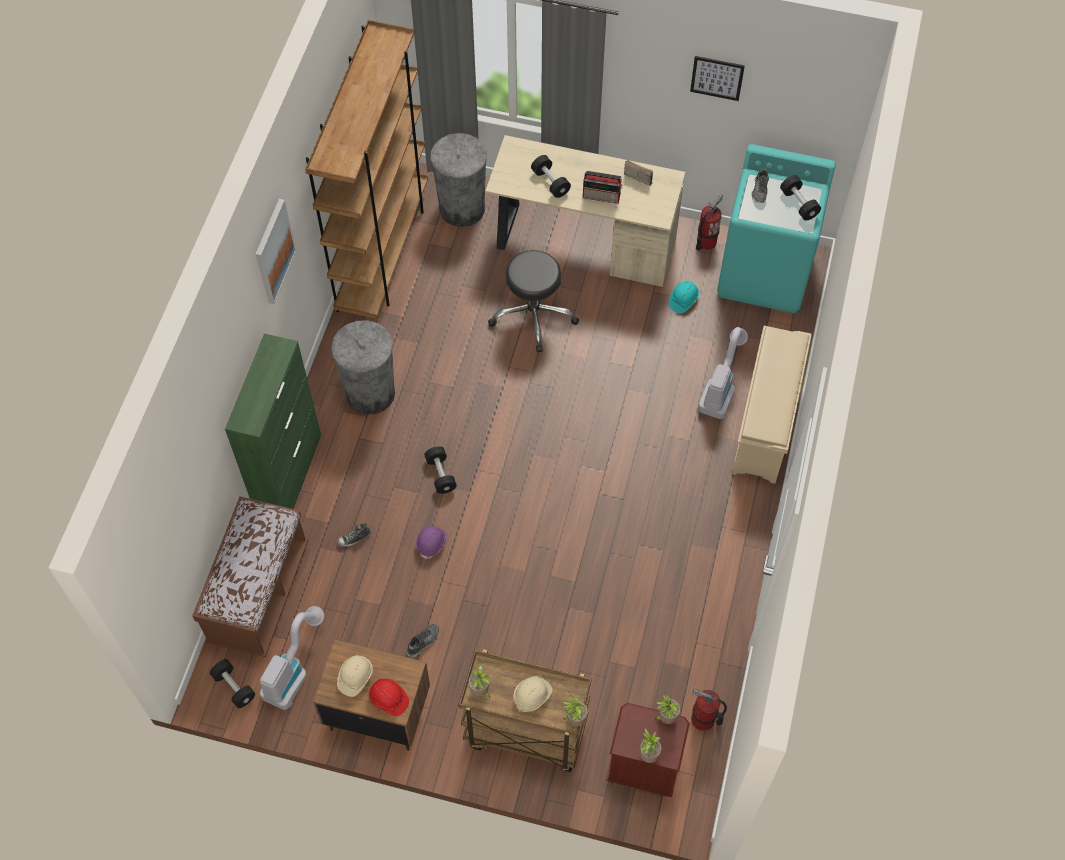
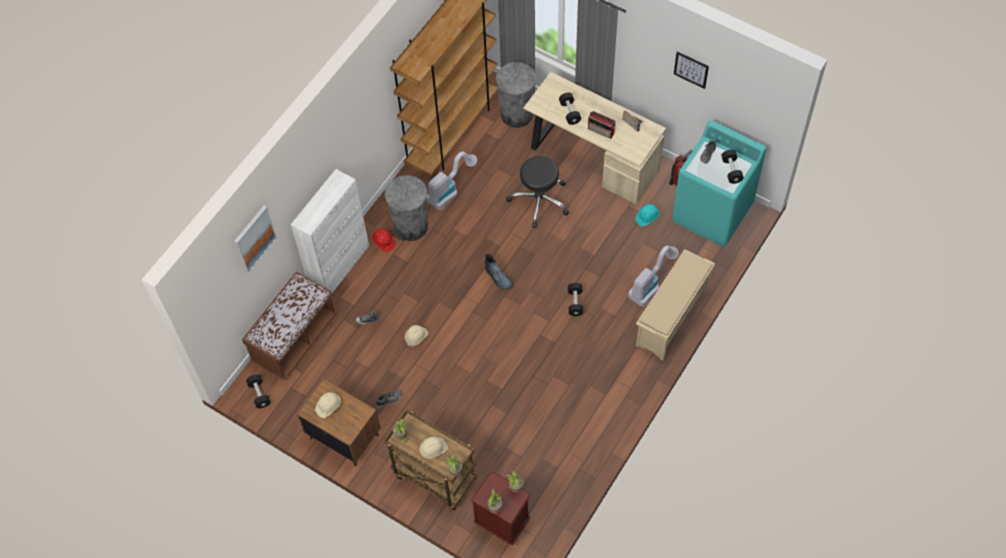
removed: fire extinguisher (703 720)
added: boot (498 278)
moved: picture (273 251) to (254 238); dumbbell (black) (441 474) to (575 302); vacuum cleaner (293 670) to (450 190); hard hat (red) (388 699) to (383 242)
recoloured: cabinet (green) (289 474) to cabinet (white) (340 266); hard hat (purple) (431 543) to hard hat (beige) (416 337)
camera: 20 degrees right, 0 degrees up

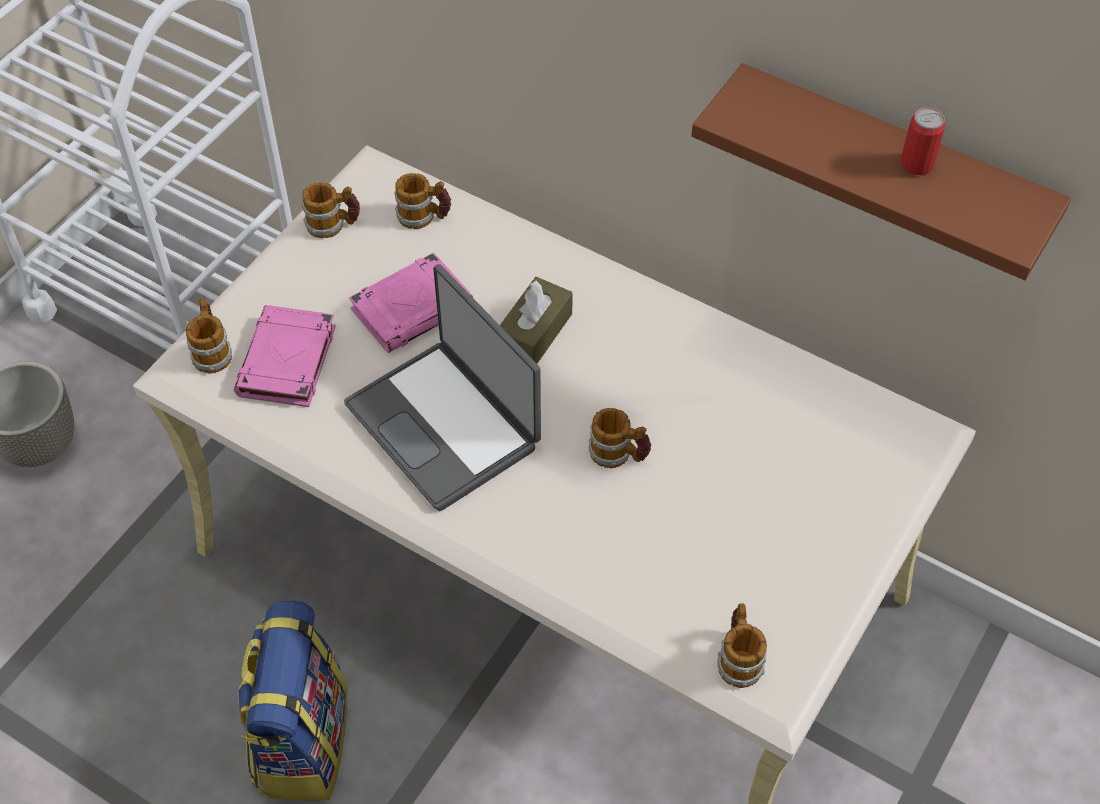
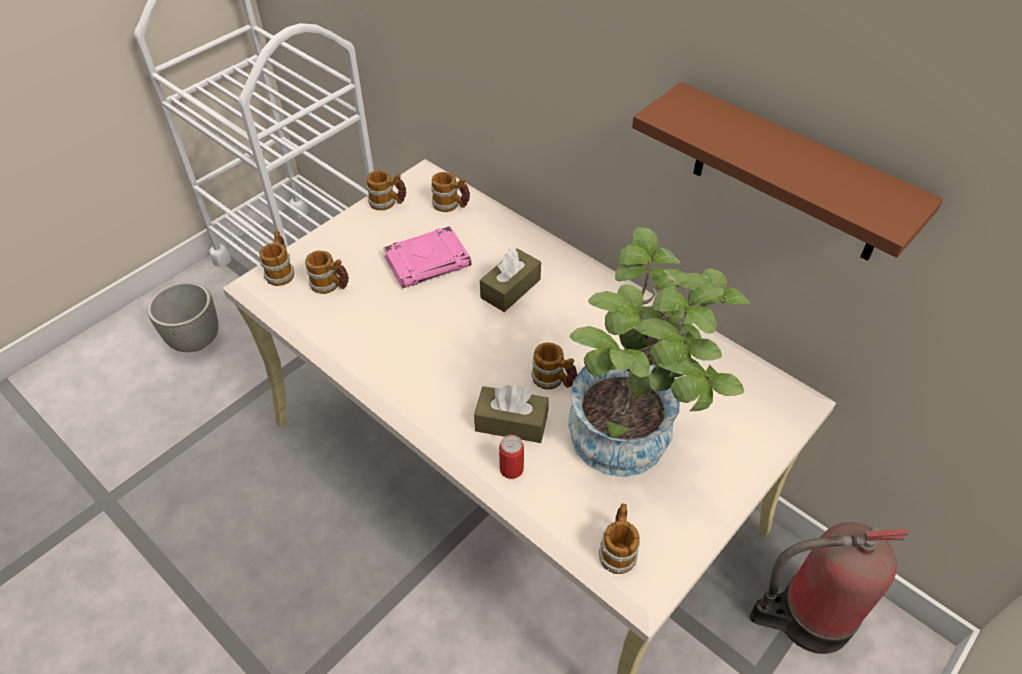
removed: laptop (445 424); backpack (301 740)
added: potted plant (632 443); tissue box (brown) (511 423); fire extinguisher (807 617)
moved: can (916 164) to (511 469)
replaced: book (pink) (287 362) to mug (330 285)
camera: 10 degrees right, 5 degrees down

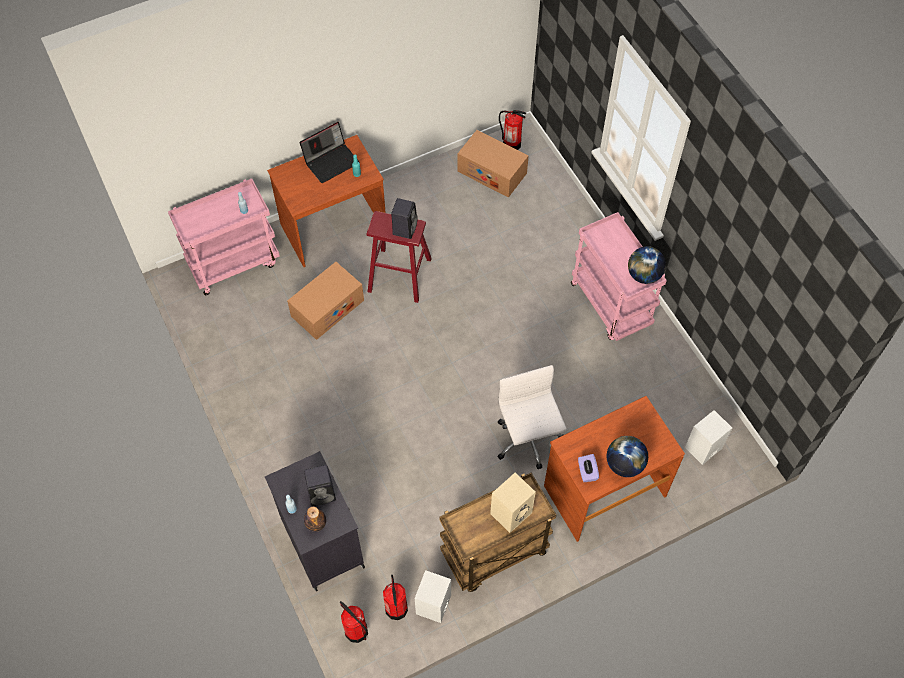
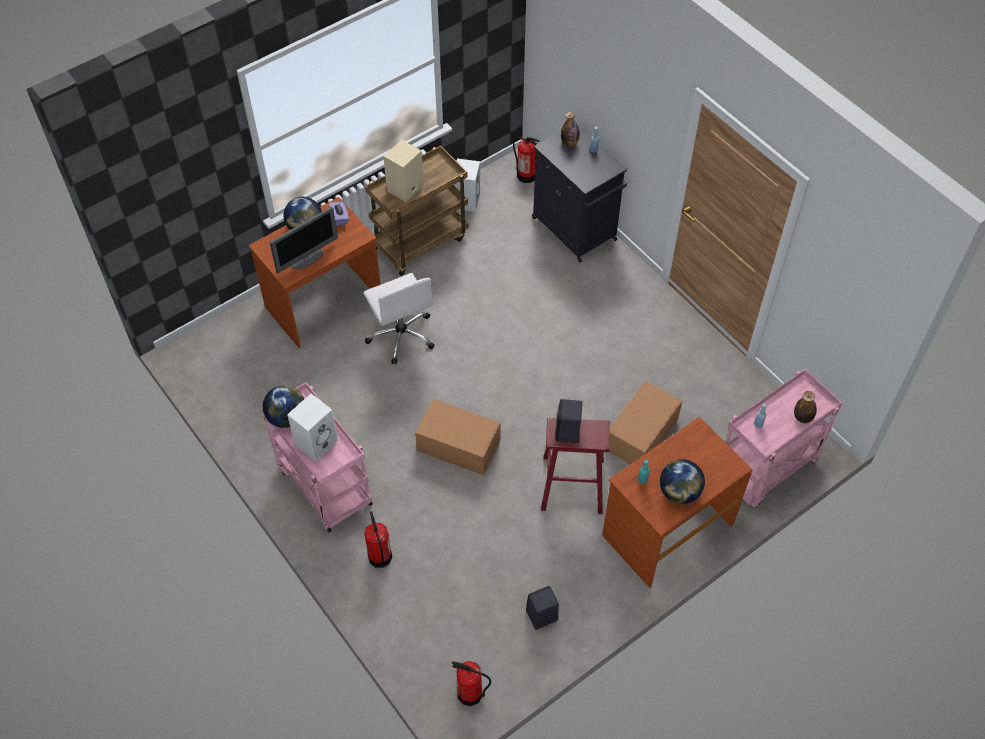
added: monitor (307 258); bottle (802 417)
moved: cardboard box (492 172) to (458 445); speaker (white) (703 449) to (316 441); speaker (black) (322 493) to (541 616); fire extinguisher (396 608) to (380 557)
replaced: laptop (331 161) to globe (679 492)
camera: 170 degrees right, 5 degrees down

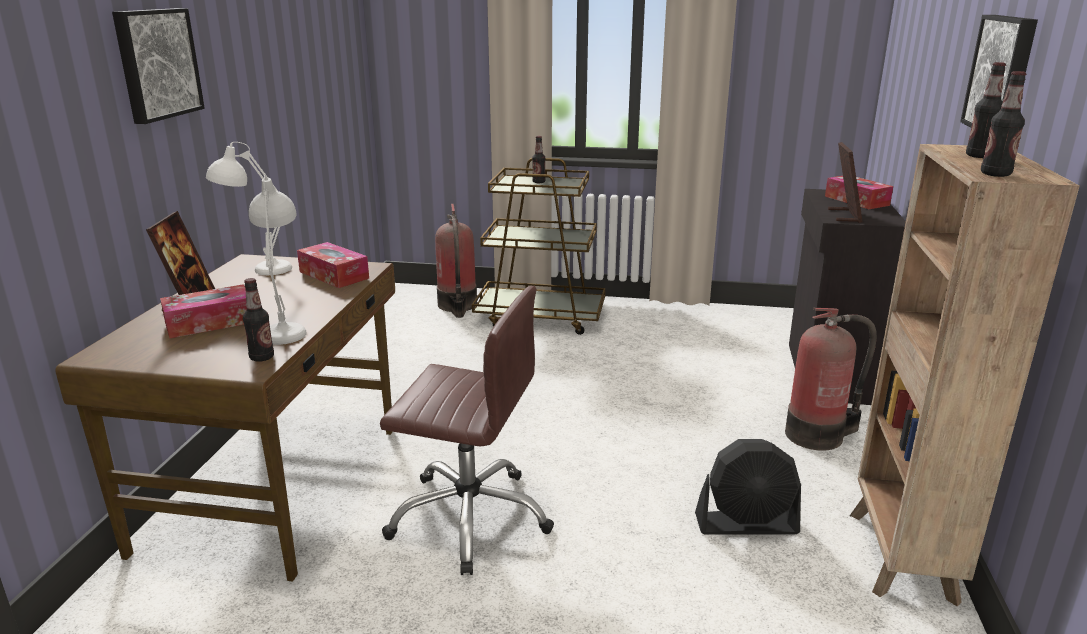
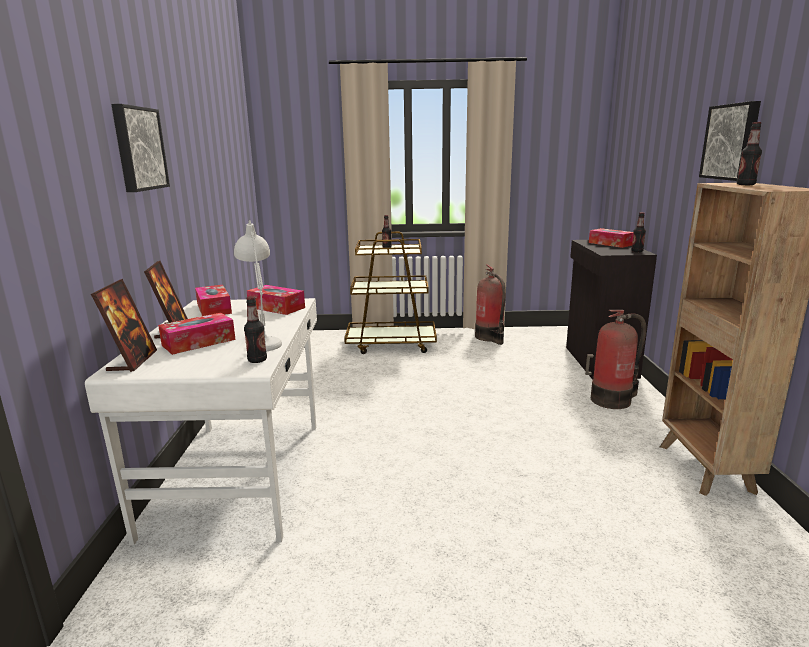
removed: office chair (brown) (470 517); fan (black) (746 524)
moved: bottle (995 174) to (637 251); picture frame (844 215) to (132 361); fire extinguisher (457 306) to (490 337)
replaced: table lamp (white) (257 270) to tissue box (214 308)
recoloured: desk (brown) (278 486) to desk (white) (241 475)
camera: 10 degrees left, 5 degrees down

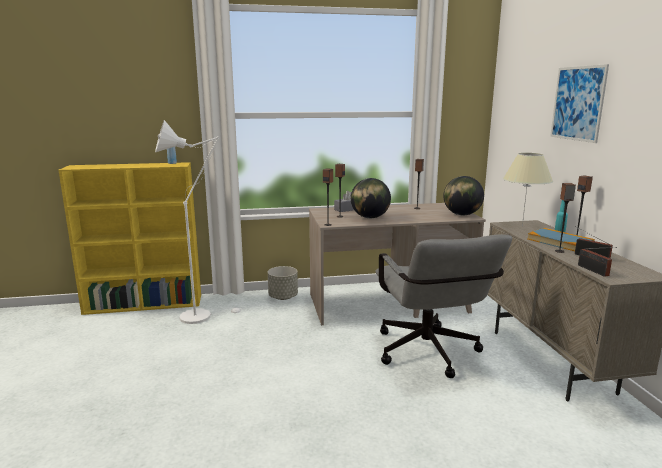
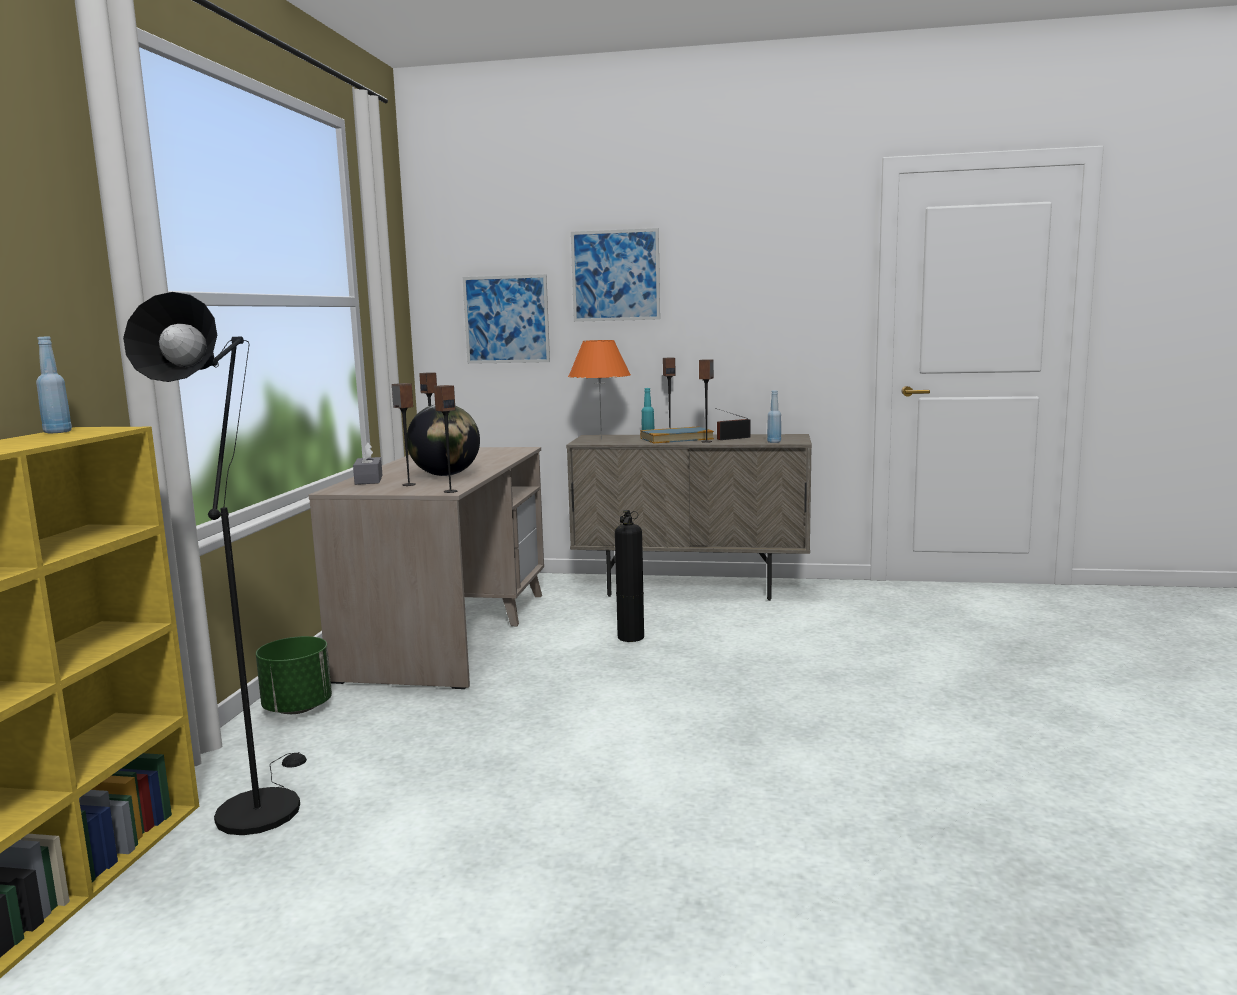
removed: globe (462 214)
added: picture (506 319)
replaced: office chair (grey) (430 355) to fire extinguisher (631 637); radio (594 271) to bottle (blue) (774 442)
recoloured: floor lamp (white) (201 315) to floor lamp (black) (261 804); table lamp (beige) (522 226) to table lamp (orange) (601 439); planter (grey) (283 297) to planter (green) (297 708)
camera: 70 degrees left, 5 degrees down

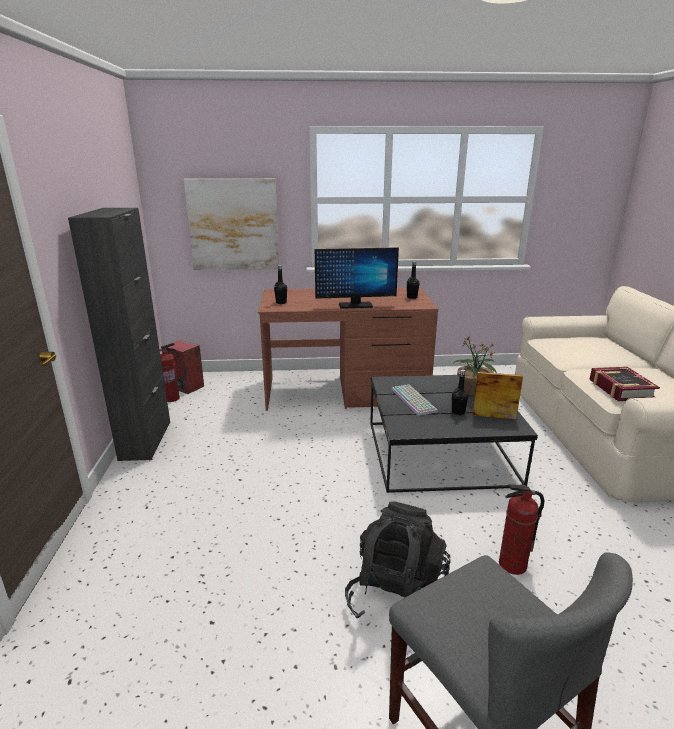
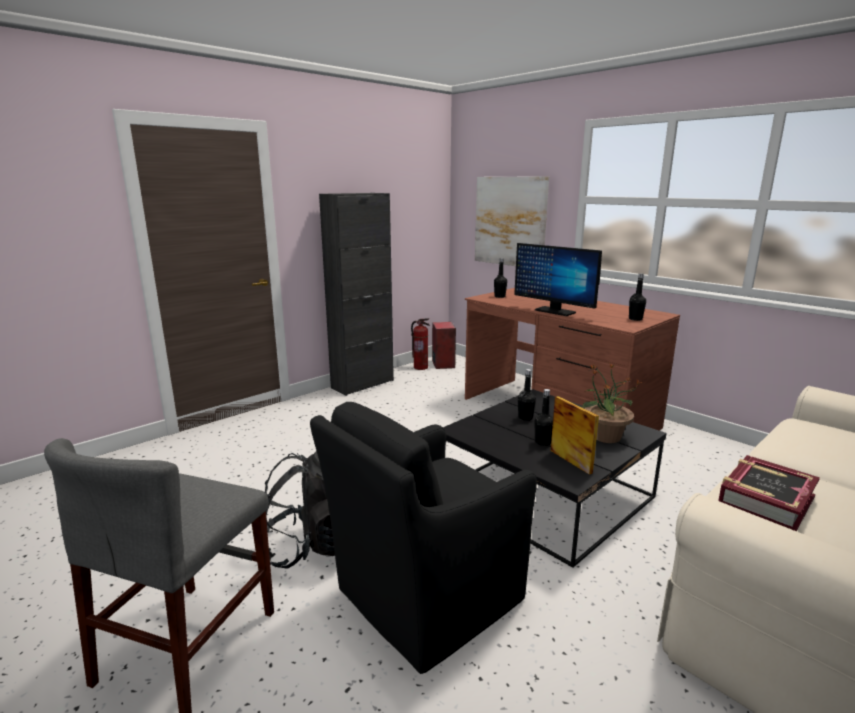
replaced: keyboard (414 400) to bottle (black) (525 418); fire extinguisher (512 565) to armchair (black) (425 598)
camera: 50 degrees right, 5 degrees down

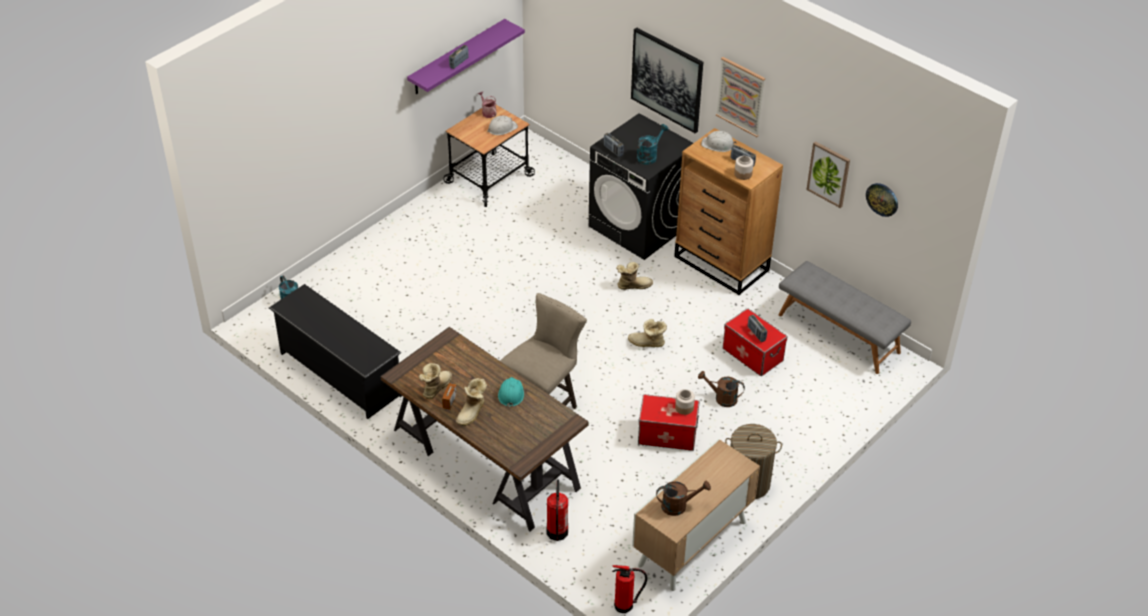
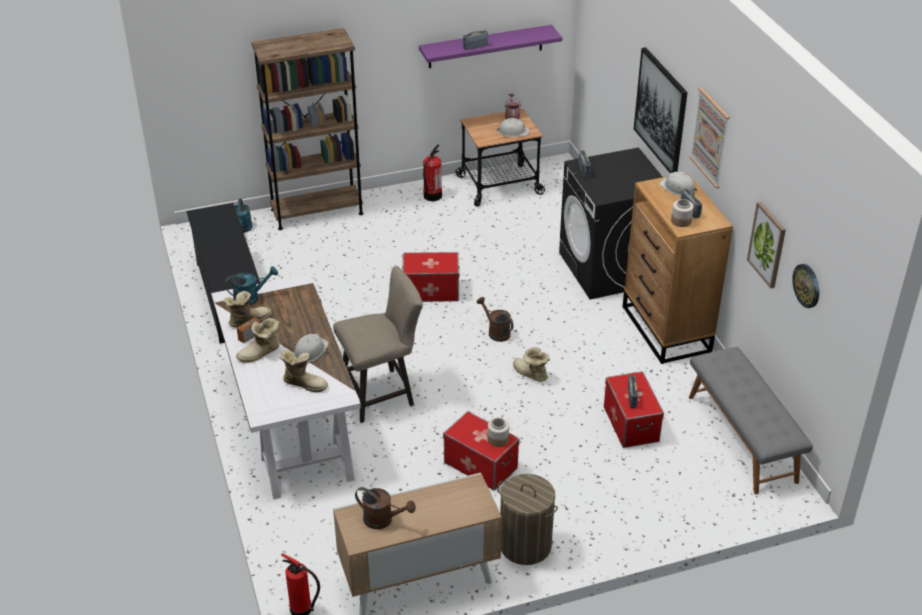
added: bookcase (brown) (317 212); storage box (431 290)
moved: watering can (turquoise) (649 156) to (251 298); boot (633 285) to (304 383); watering can (brown) (721 398) to (496 332); fire extinguisher (557 532) to (432 196)
recoloured: desk (brown) (485 459) to desk (white) (289 418); hard hat (turquoise) (511 394) to hard hat (white) (310 351)
camera: 30 degrees right, 5 degrees down

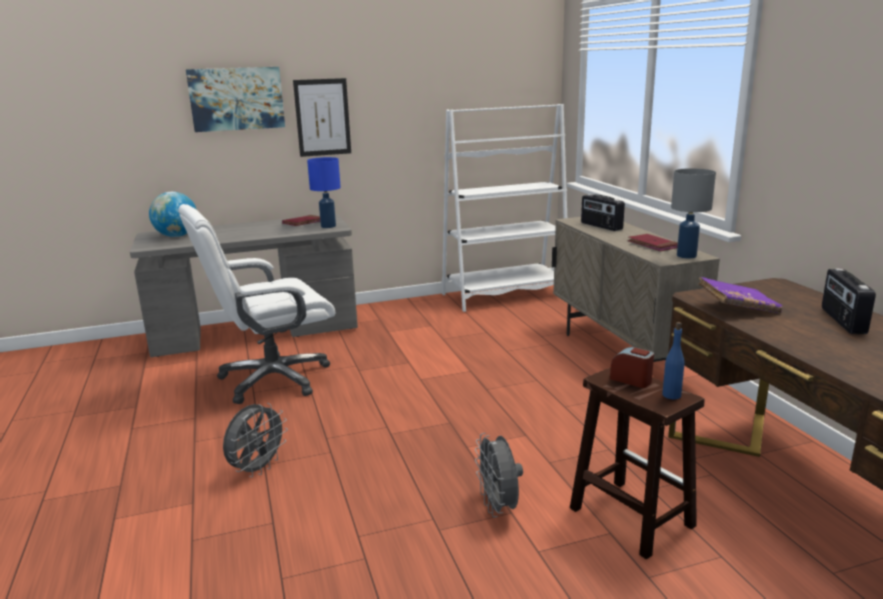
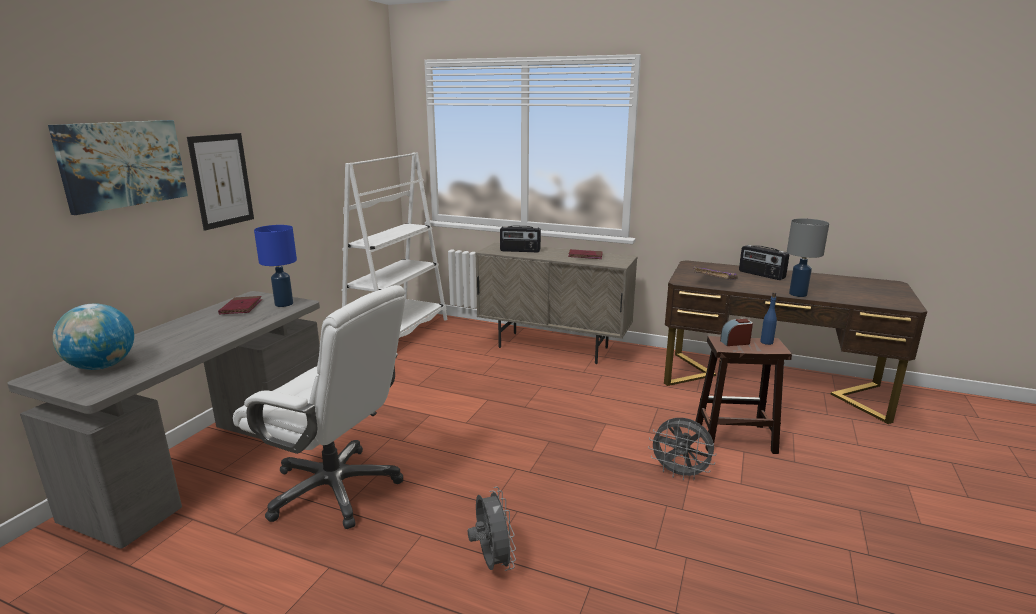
moved: table lamp (grey) (686 255) to (797 294)
turned: office chair (white) (273 379) = (335 489) 75 degrees counterclockwise
camera: 50 degrees left, 0 degrees up

